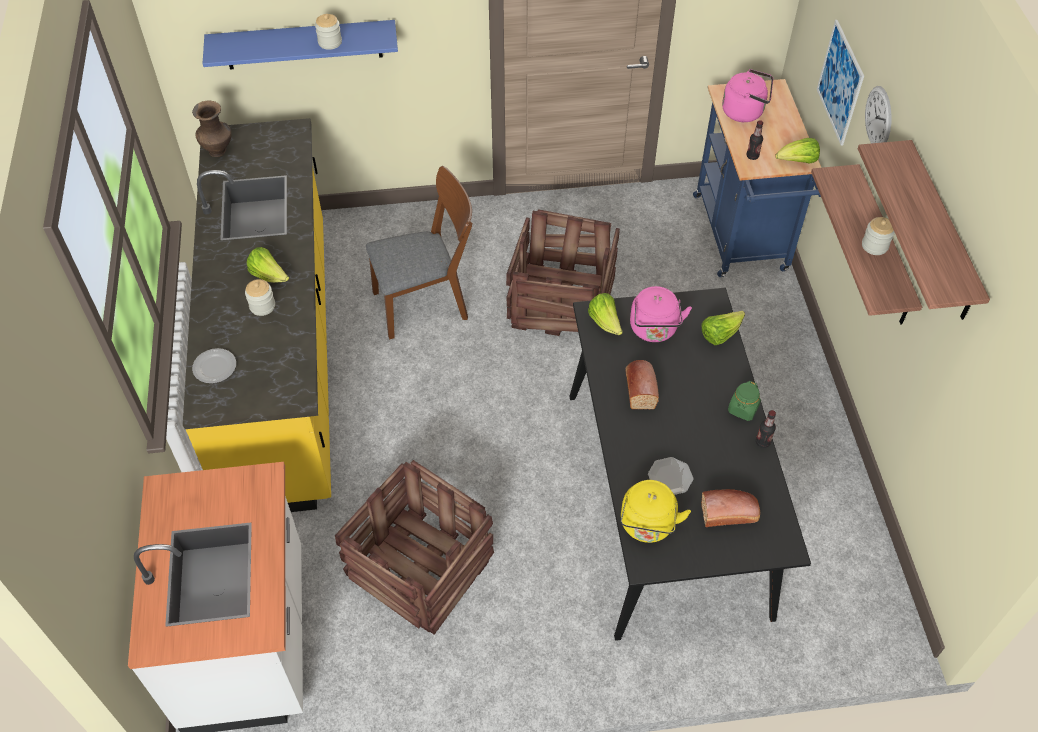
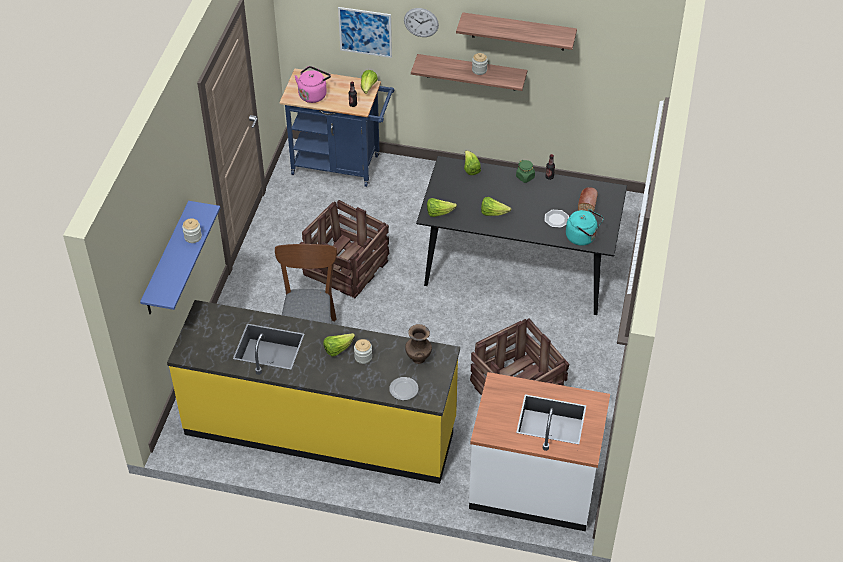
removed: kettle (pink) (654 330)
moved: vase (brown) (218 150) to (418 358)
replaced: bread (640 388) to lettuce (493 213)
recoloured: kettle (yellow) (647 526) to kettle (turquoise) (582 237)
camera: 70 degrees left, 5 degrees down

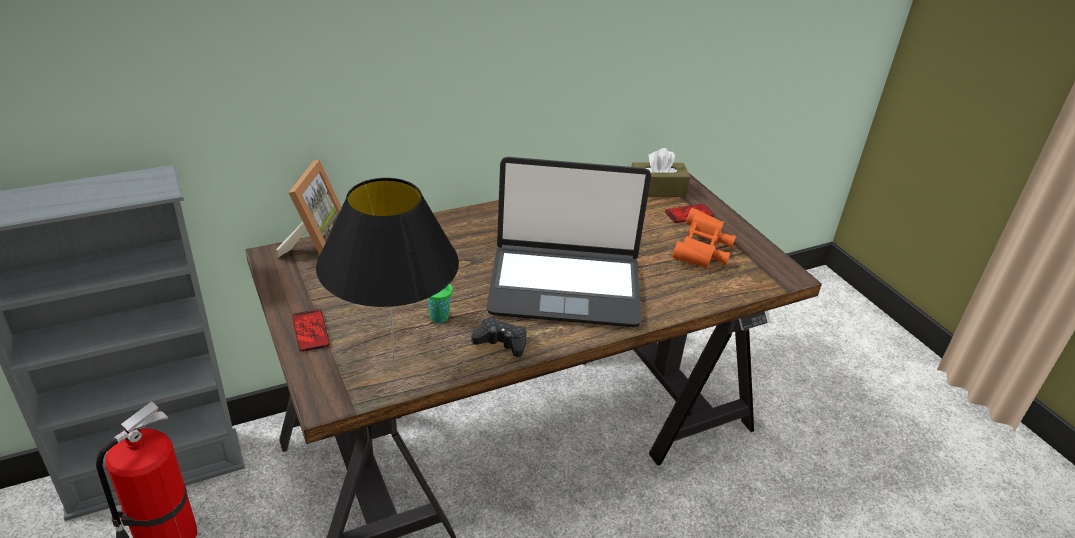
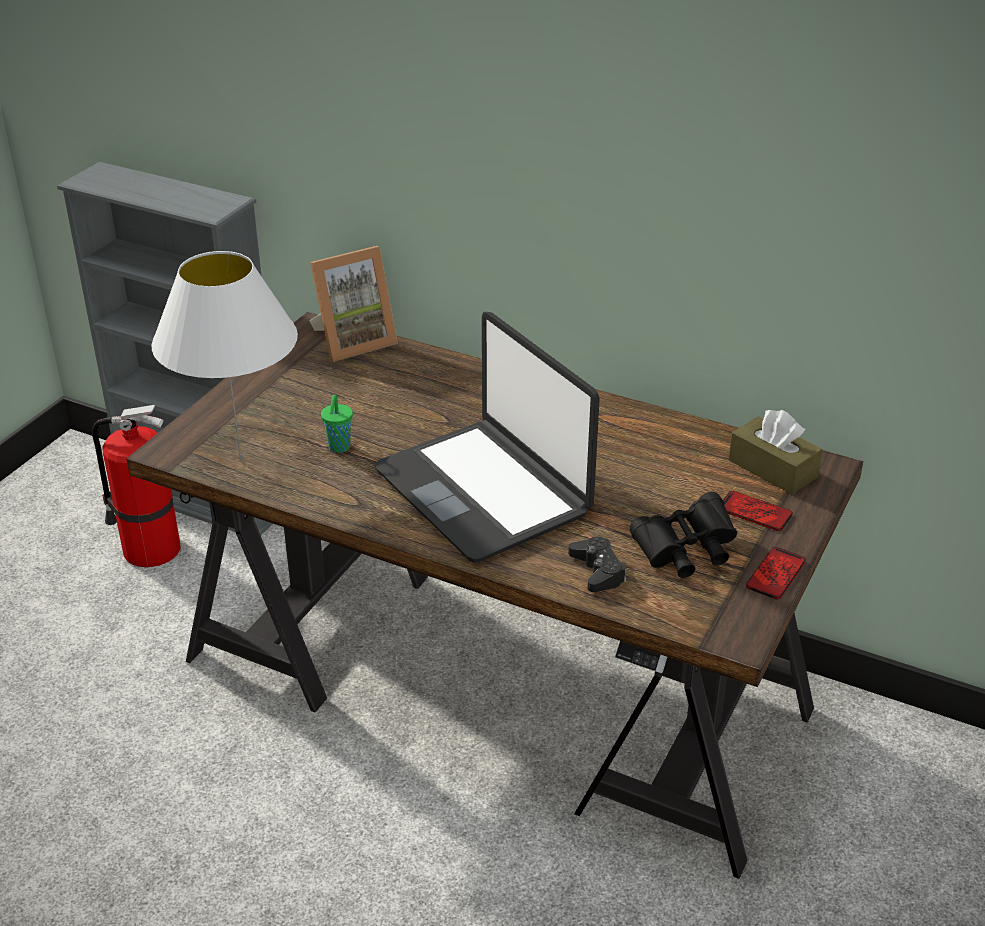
moved: phone (310 331) to (775 574); game controller (black) (501 342) to (597 571)
recoloured: table lamp (black) (394 370) to table lamp (white) (241 461); binoculars (orange) (702 252) to binoculars (black) (685 552)
camera: 55 degrees right, 0 degrees up

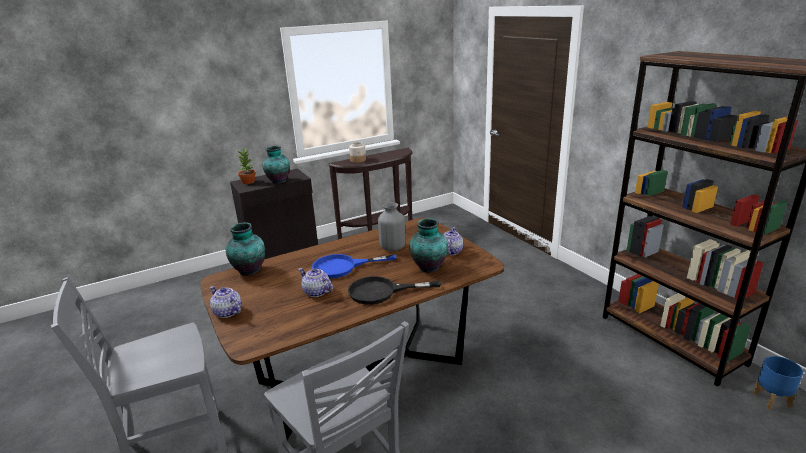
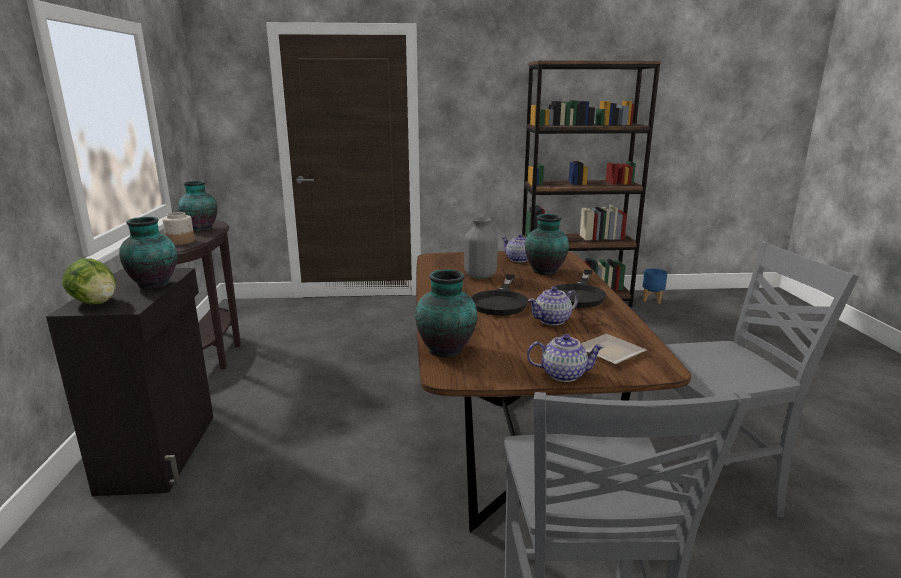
added: vase (201 229); plate (609 351)
replaced: potted plant (248 182) to lettuce (95 302)
recoloured: frying pan (blue) (343 267) to frying pan (black) (501 301)
turned: teapot (227 312) = (563 374) 150 degrees counterclockwise
camera: 65 degrees left, 5 degrees down

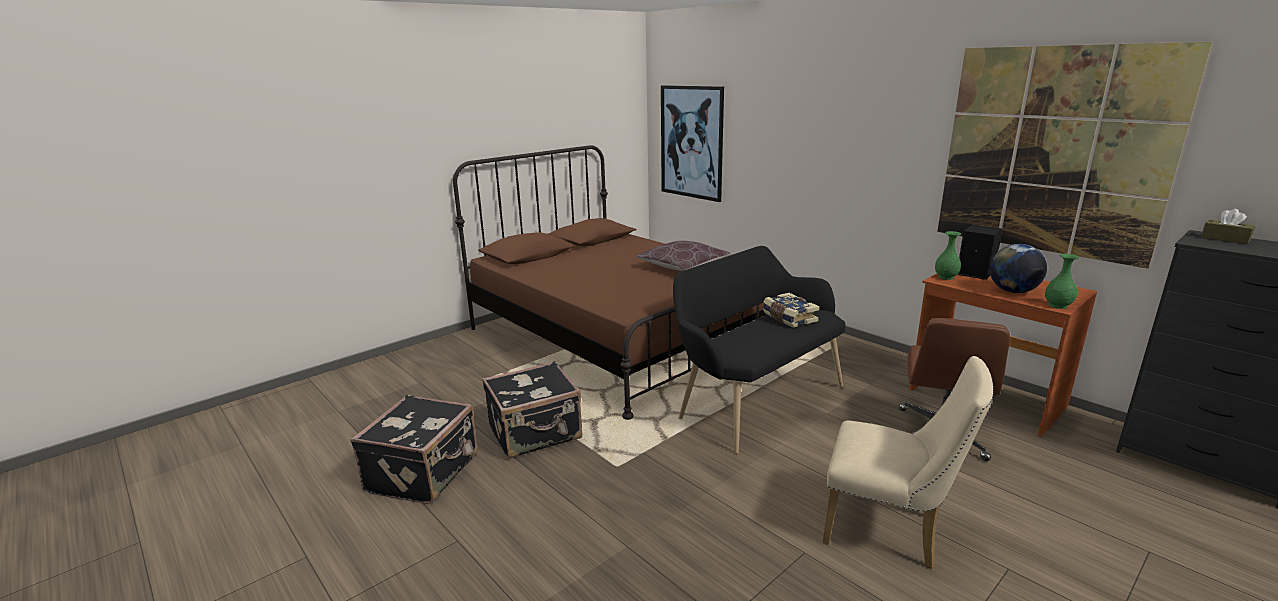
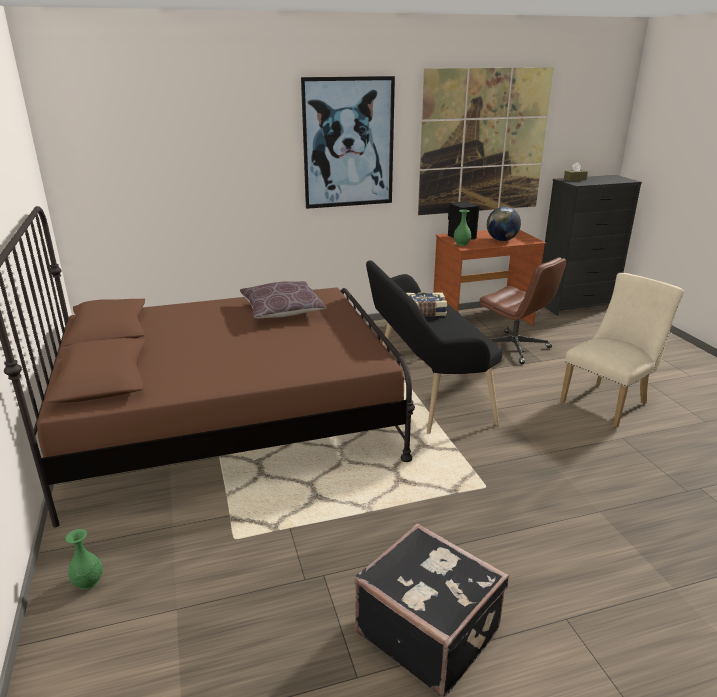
removed: suitcase (black) (536 433)
moved: picture (691 142) to (348 143); vase (green) (1057 305) to (88 582)
camera: 65 degrees left, 5 degrees up

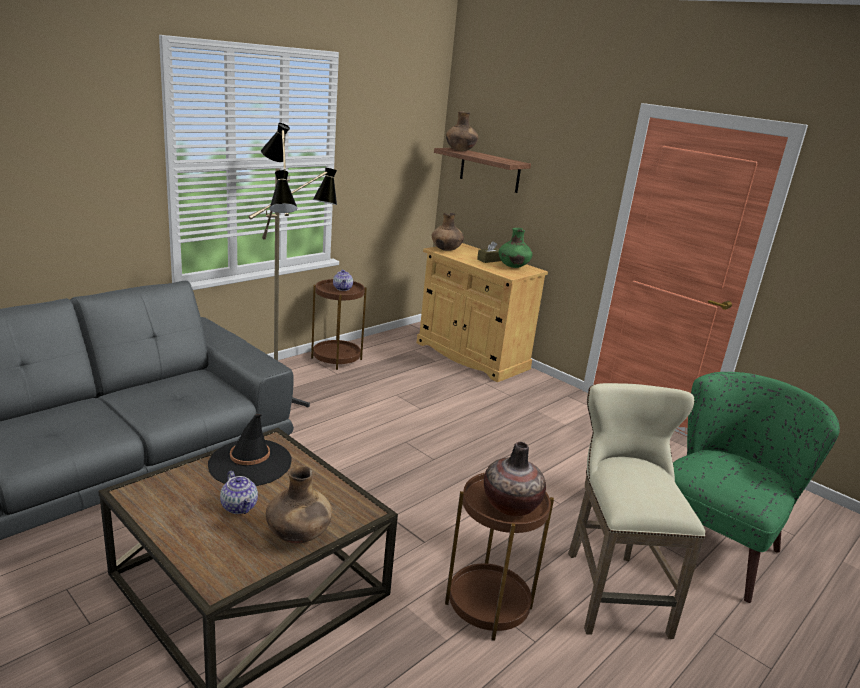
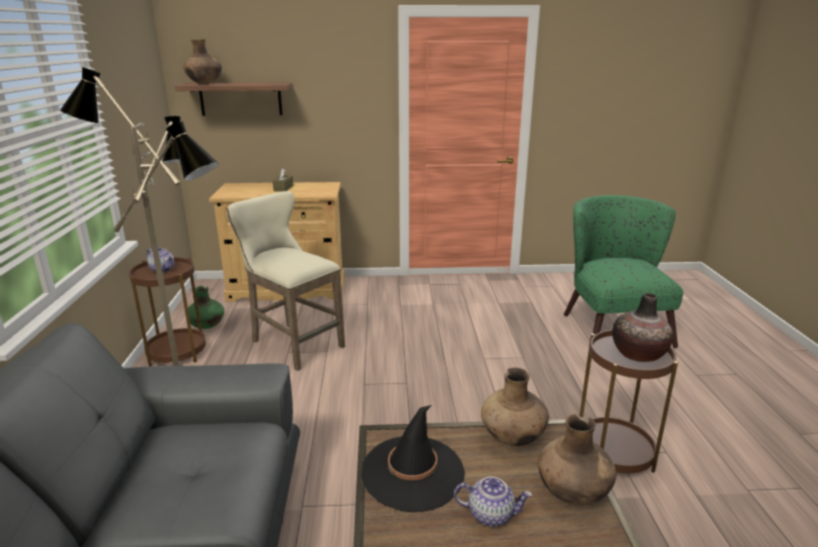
moved: vase (brown) (446 250) to (512 437); vase (green) (513 267) to (207 326); stool (beige) (611 587) to (292 343)
camera: 45 degrees left, 0 degrees up

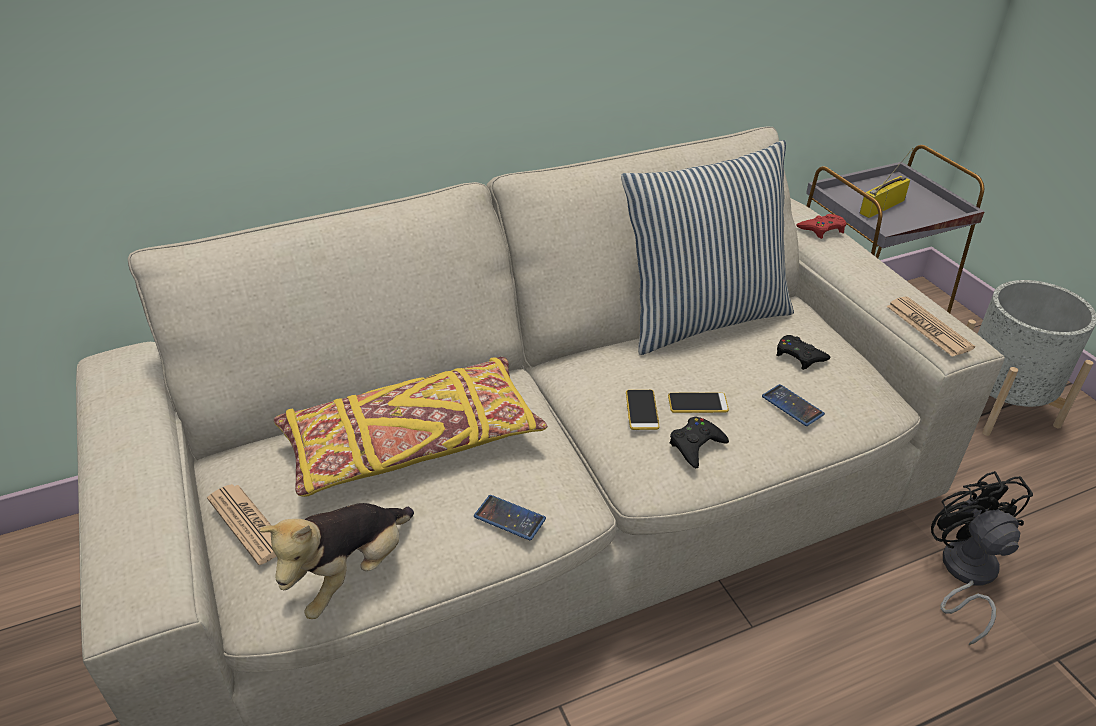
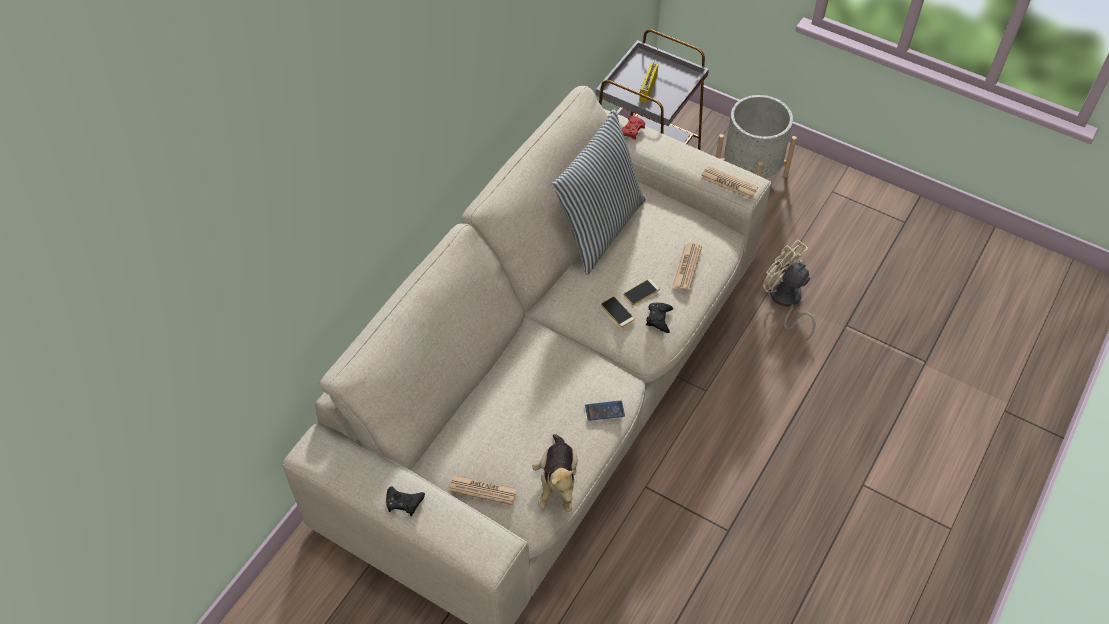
removed: pillow (yellow) (412 444)
moved: game controller (black) (799 356) to (404 502)
replaced: phone (792 405) to newspaper (687 267)
recoloured: fan (black) (964 574) to fan (beige) (785 301)
camera: 35 degrees left, 15 degrees up

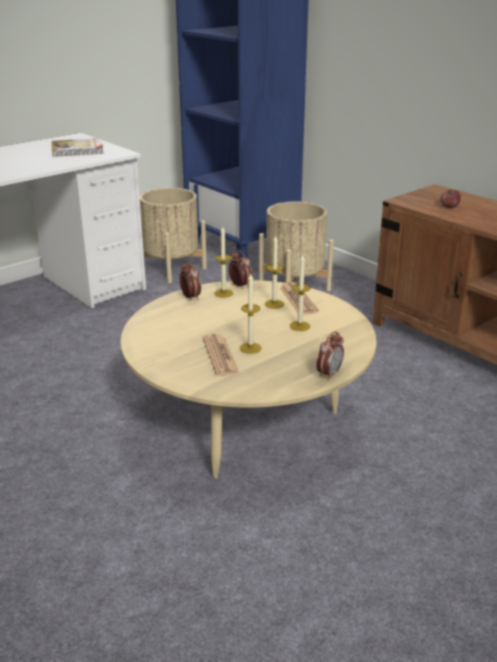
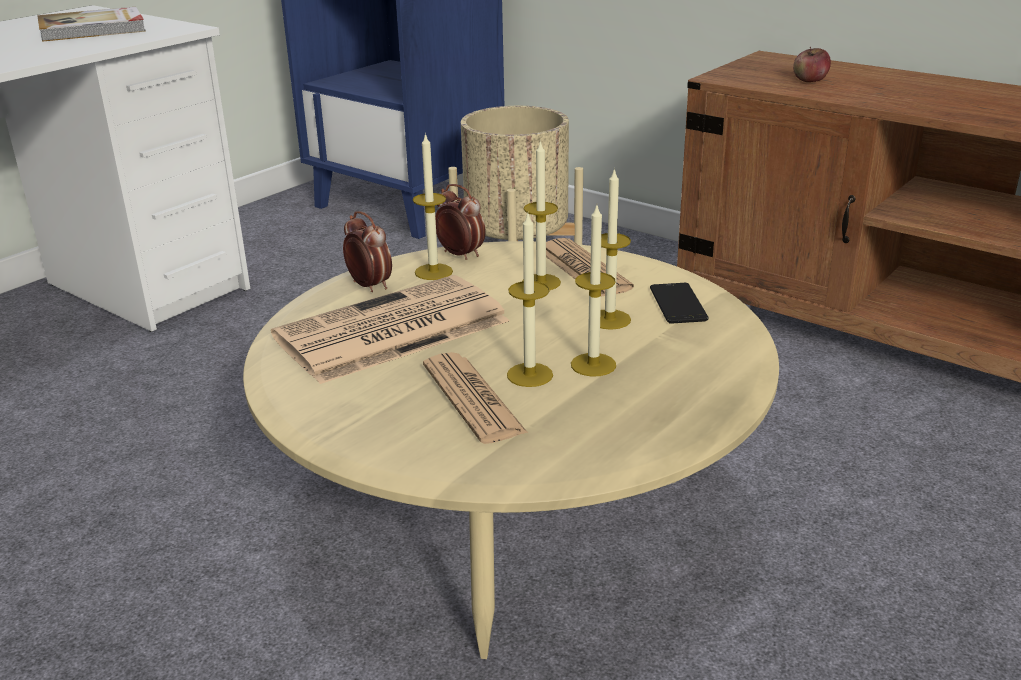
removed: planter (beige) (172 268); alarm clock (329 374)
added: candle (593 365); newspaper (390 331); phone (678 304)
camera: 10 degrees left, 0 degrees up

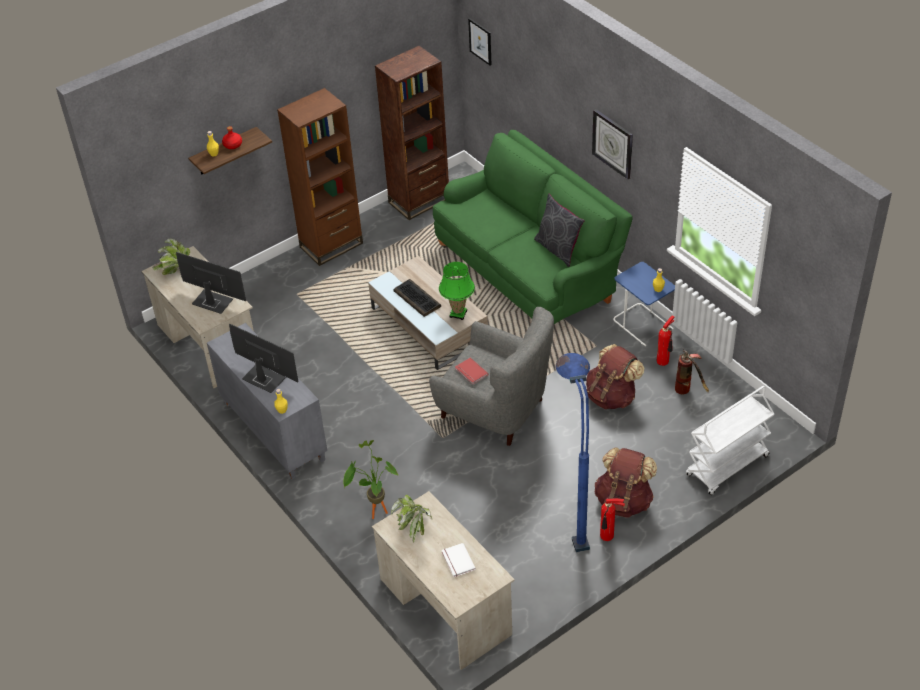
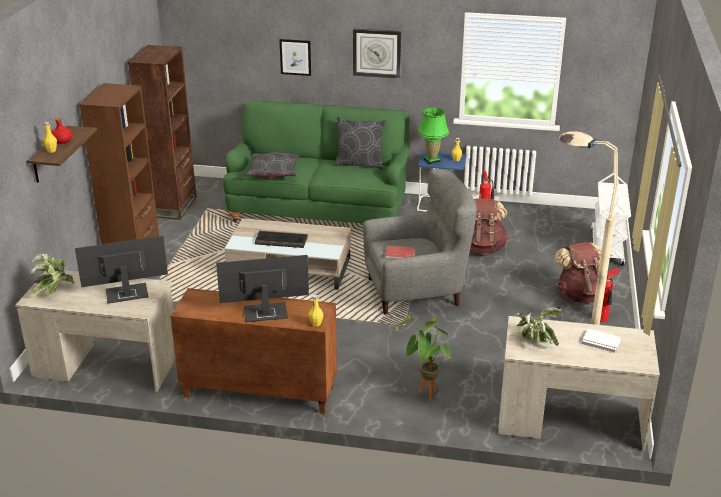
removed: fire extinguisher (688 390)
added: pillow (grey) (273 171)
moved: picture (480 41) to (295 57); table lamp (green) (458 314) to (432 160)
recoloured: cabinet (grey) (273 431) to cabinet (brown) (258 392); floor lamp (blue) (573 518) to floor lamp (beige) (566 321)
camera: 45 degrees left, 15 degrees down

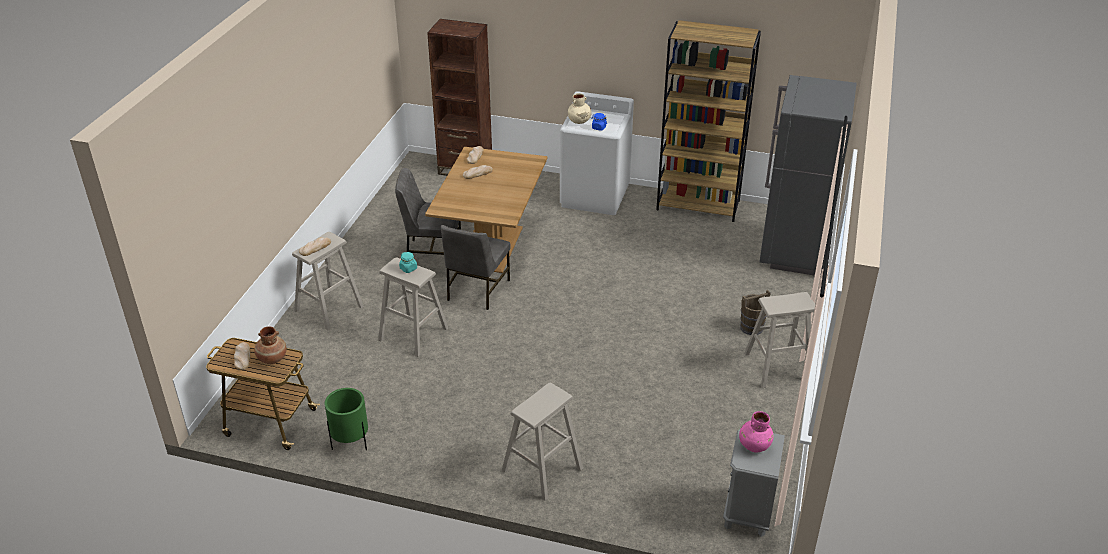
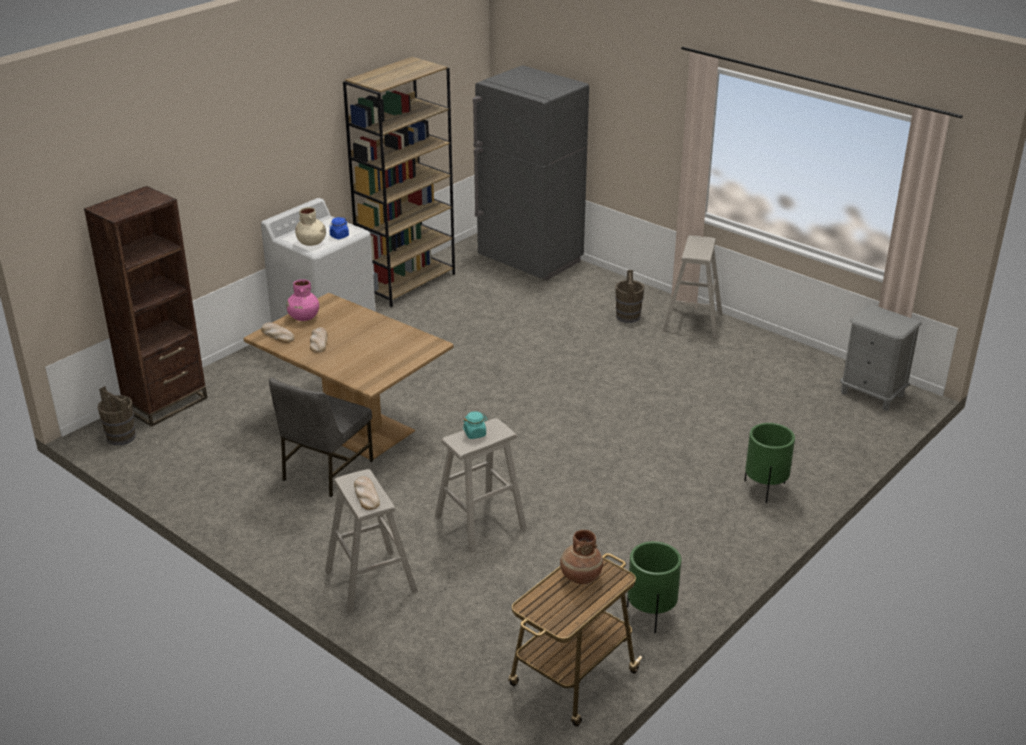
removed: chair (grey) (477 290); bread (242 357)
added: bucket (brown) (121 437)
moved: vase (pink) (754 445) to (303 317)
replaced: stool (beige) (542 469) to planter (green) (764 489)
camera: 65 degrees left, 5 degrees down

